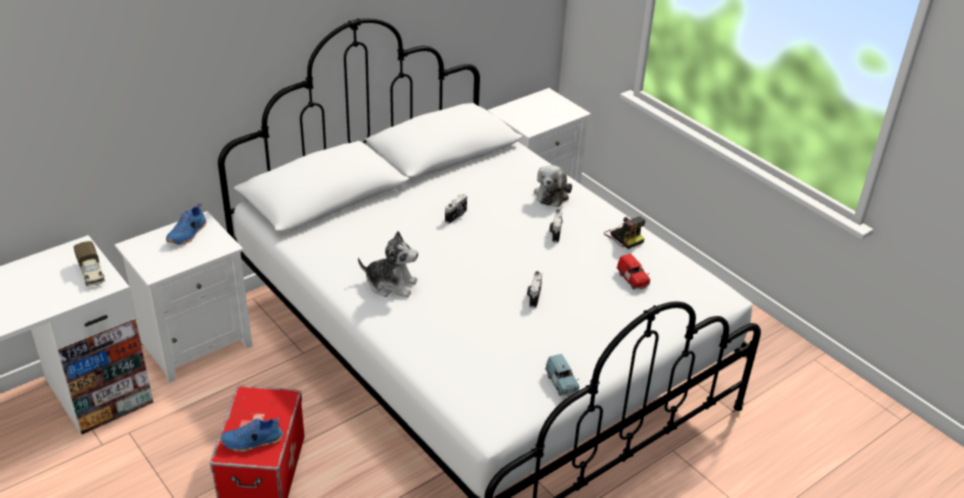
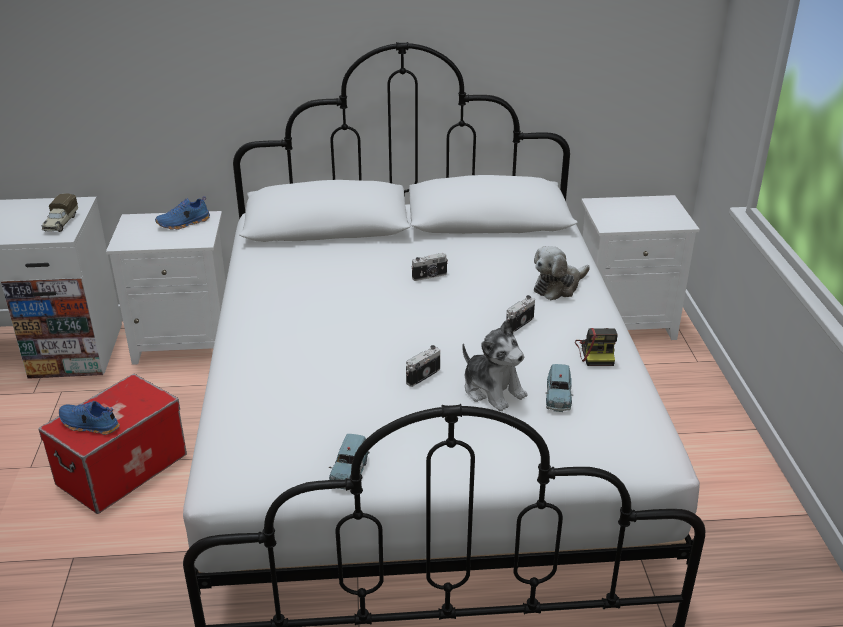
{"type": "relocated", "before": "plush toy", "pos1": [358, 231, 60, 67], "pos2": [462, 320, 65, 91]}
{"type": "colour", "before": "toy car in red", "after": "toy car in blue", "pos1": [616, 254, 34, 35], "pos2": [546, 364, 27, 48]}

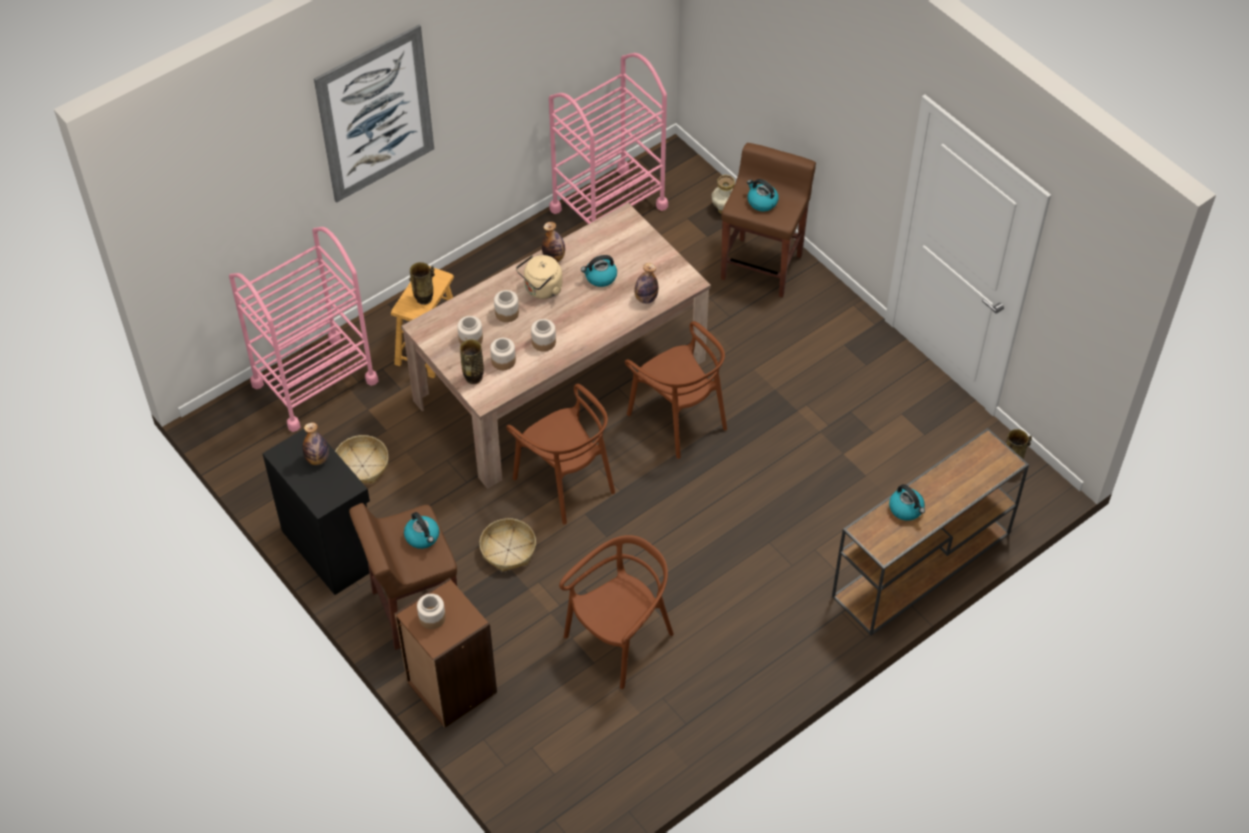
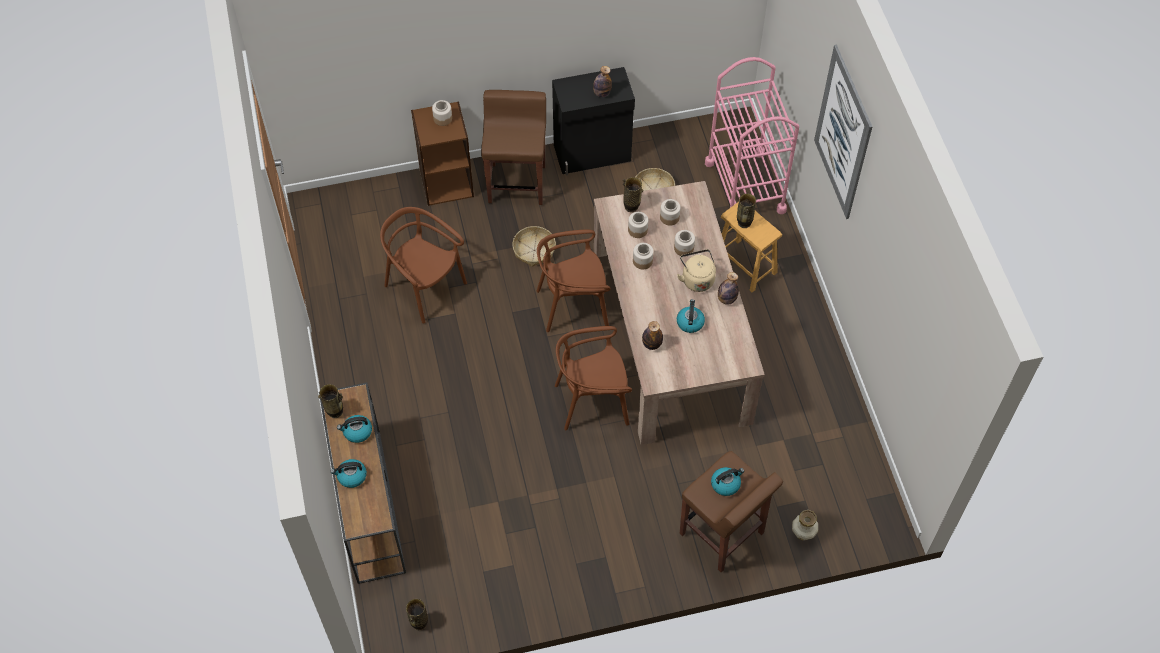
{"type": "appeared", "after": "vase", "pos2": [318, 384, 25, 34]}
{"type": "relocated", "before": "kettle", "pos1": [404, 512, 35, 37], "pos2": [331, 459, 36, 29]}
{"type": "spun", "before": "chair in brown", "pos1": [559, 535, 115, 154], "pos2": [380, 207, 87, 117], "turn": 150}
{"type": "missing", "before": "cart in pink", "pos1": [549, 53, 119, 171]}

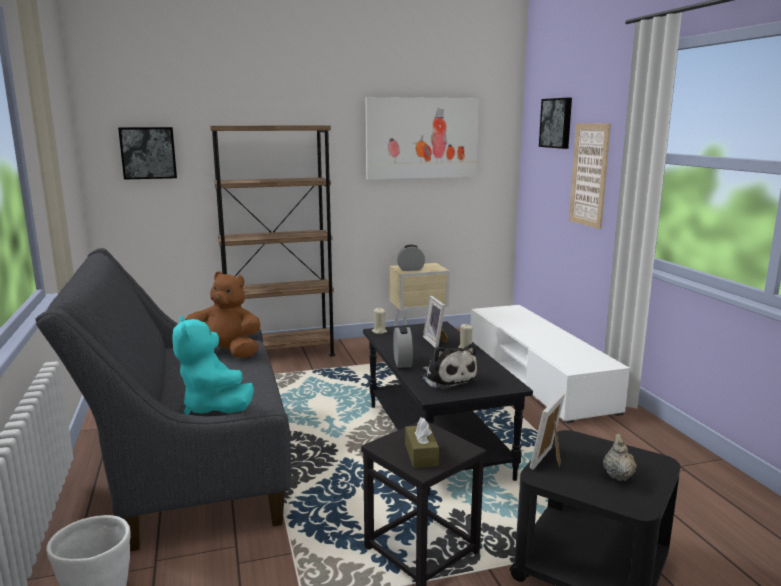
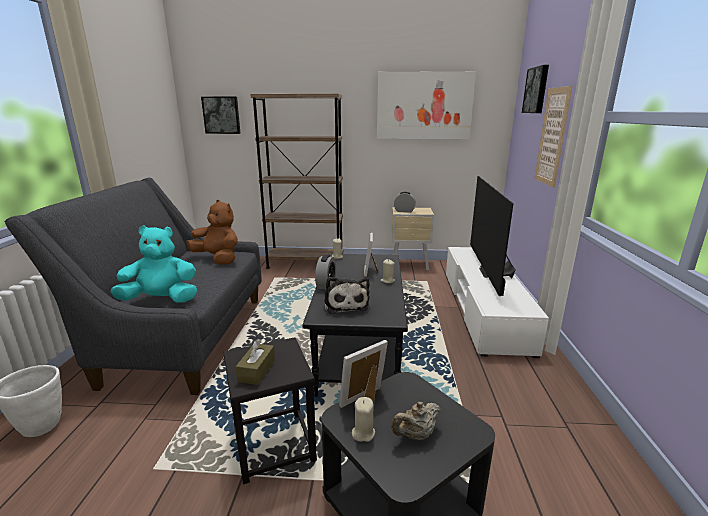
{"type": "spun", "before": "plush toy in turquoise", "pos1": [172, 316, 82, 99], "pos2": [110, 226, 87, 77], "turn": 90}
{"type": "appeared", "after": "candle in beige", "pos2": [352, 397, 23, 45]}
{"type": "spun", "before": "teapot in beige", "pos1": [603, 434, 34, 47], "pos2": [391, 402, 50, 38], "turn": -150}
{"type": "appeared", "after": "television", "pos2": [470, 176, 46, 120]}

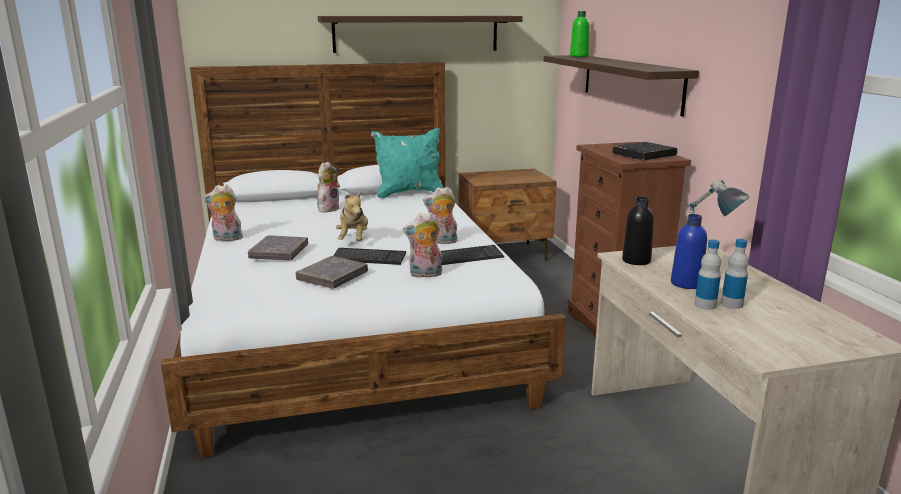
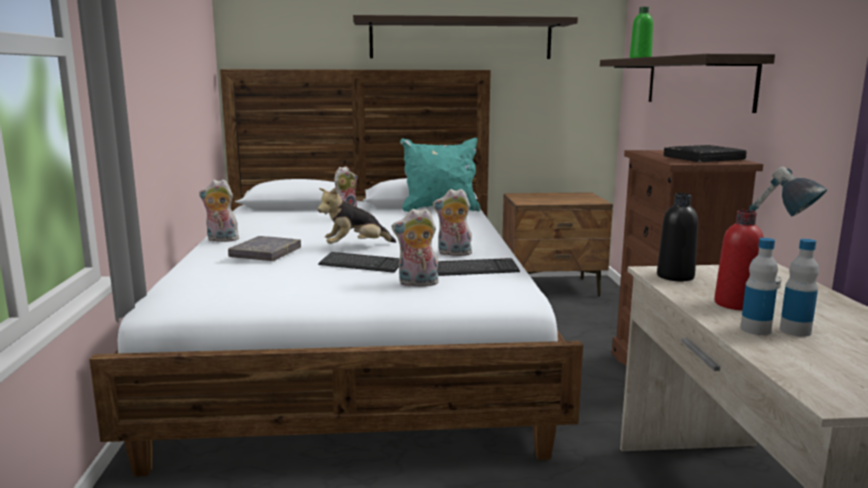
{"type": "spun", "before": "plush toy", "pos1": [336, 190, 32, 51], "pos2": [318, 188, 78, 56], "turn": 60}
{"type": "colour", "before": "bottle in blue", "after": "bottle in red", "pos1": [671, 214, 36, 75], "pos2": [714, 210, 50, 100]}
{"type": "missing", "before": "book in grey", "pos1": [296, 256, 72, 32]}

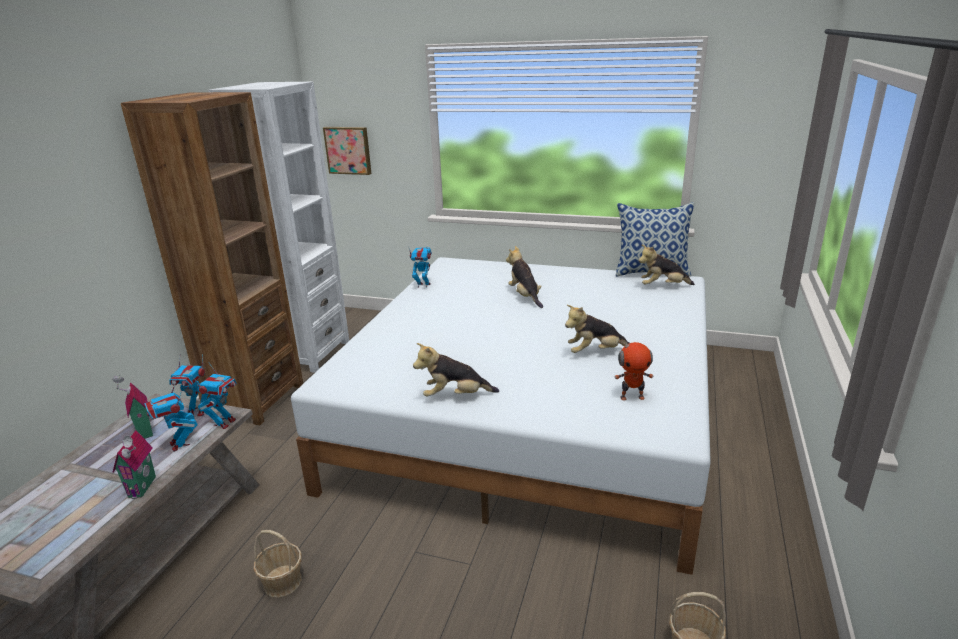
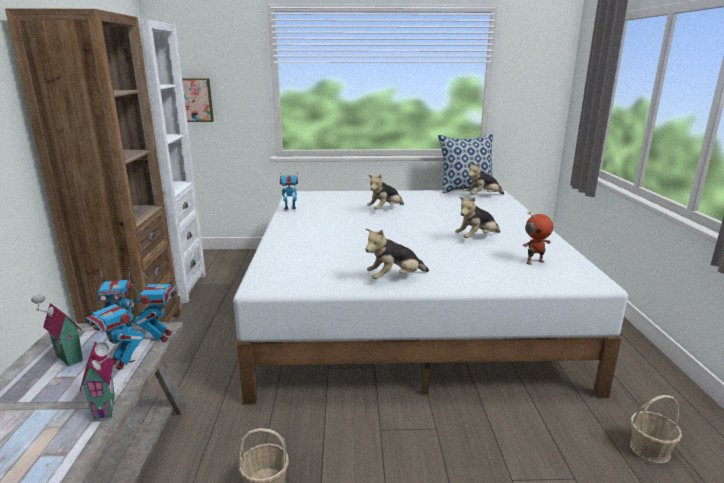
{"type": "spun", "before": "plush toy", "pos1": [506, 246, 37, 62], "pos2": [367, 174, 37, 36], "turn": -90}

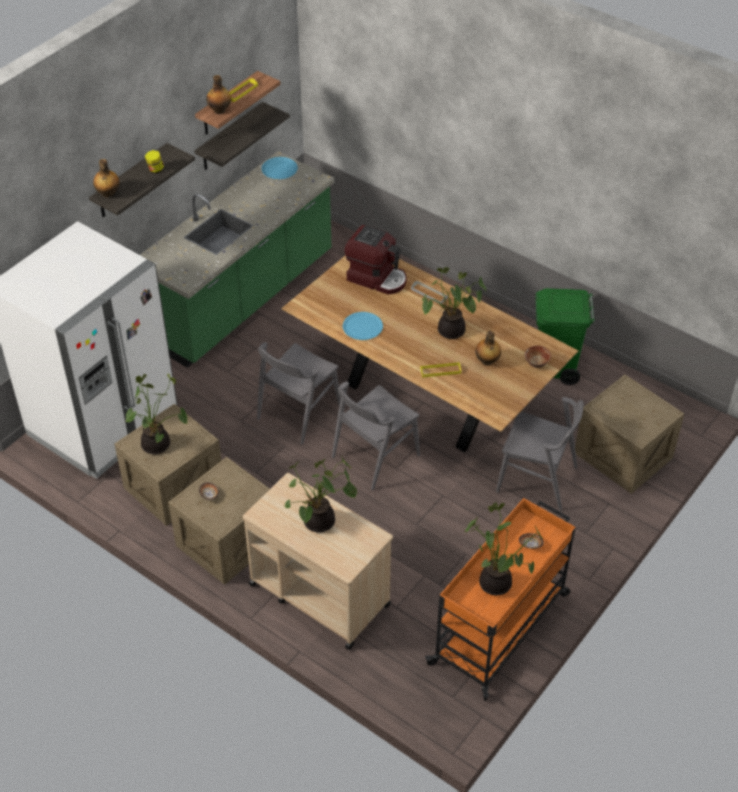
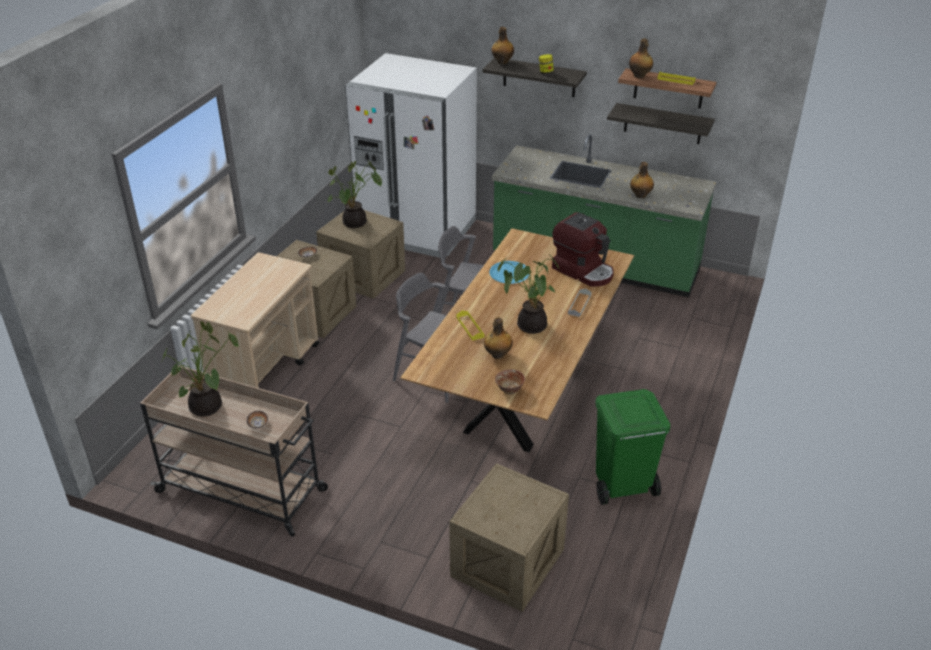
{"type": "colour", "before": "cart in orange", "after": "cart in beige", "pos1": [425, 498, 151, 203], "pos2": [140, 365, 188, 172]}
{"type": "spun", "before": "coffee machine", "pos1": [345, 225, 62, 69], "pos2": [552, 212, 62, 75], "turn": -60}
{"type": "appeared", "after": "bottle", "pos2": [630, 162, 24, 36]}
{"type": "missing", "before": "plate in blue", "pos1": [261, 157, 37, 22]}
{"type": "missing", "before": "potted plant", "pos1": [285, 458, 72, 74]}
{"type": "missing", "before": "chair in grey", "pos1": [496, 397, 87, 114]}

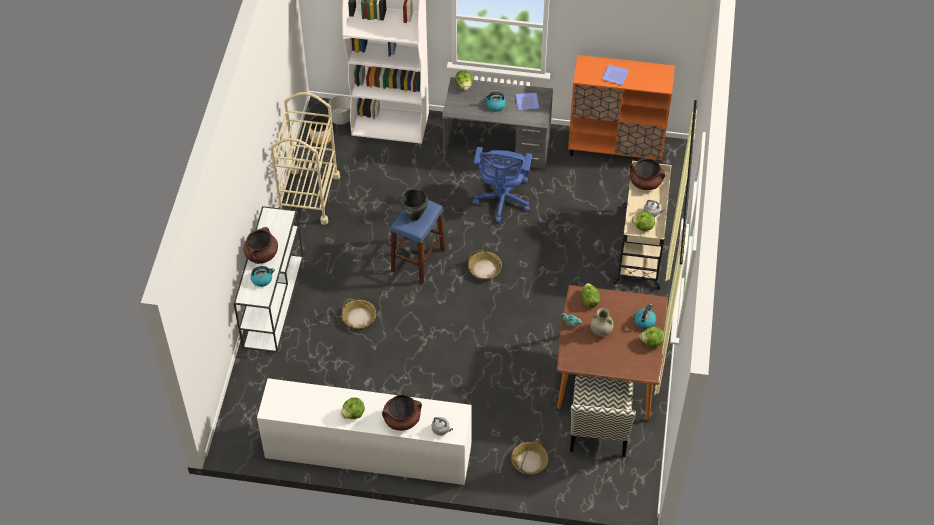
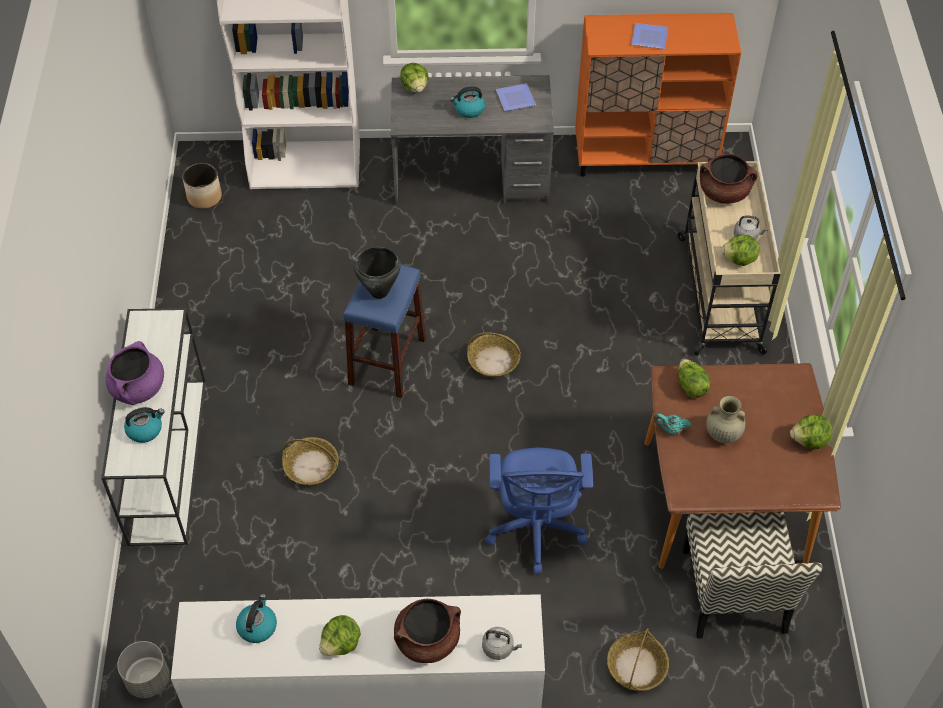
{"type": "colour", "before": "cooking pot in brown", "after": "cooking pot in purple", "pos1": [243, 227, 35, 37], "pos2": [105, 341, 59, 64]}
{"type": "relocated", "before": "planter in grey", "pos1": [329, 95, 22, 30], "pos2": [117, 641, 53, 57]}
{"type": "relocated", "before": "kettle", "pos1": [634, 304, 22, 25], "pos2": [236, 594, 41, 49]}
{"type": "relocated", "before": "office chair in blue", "pos1": [472, 147, 60, 76], "pos2": [486, 448, 107, 126]}
{"type": "missing", "before": "cart in beige", "pos1": [271, 92, 69, 133]}

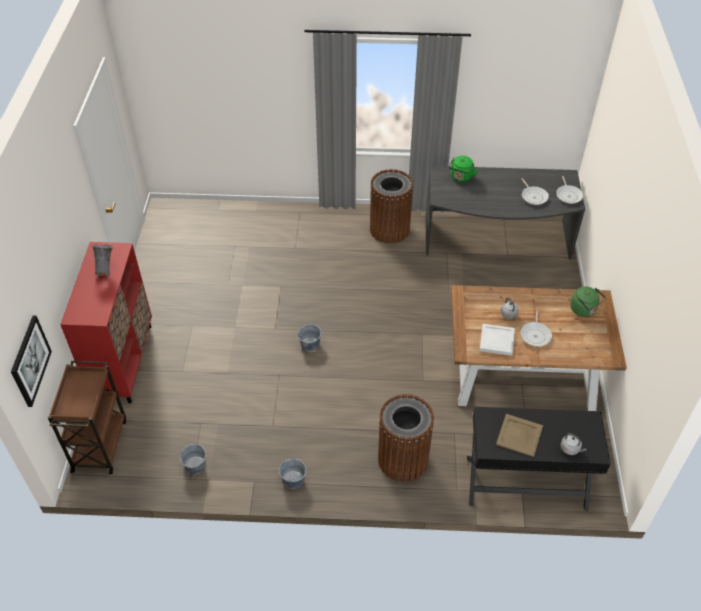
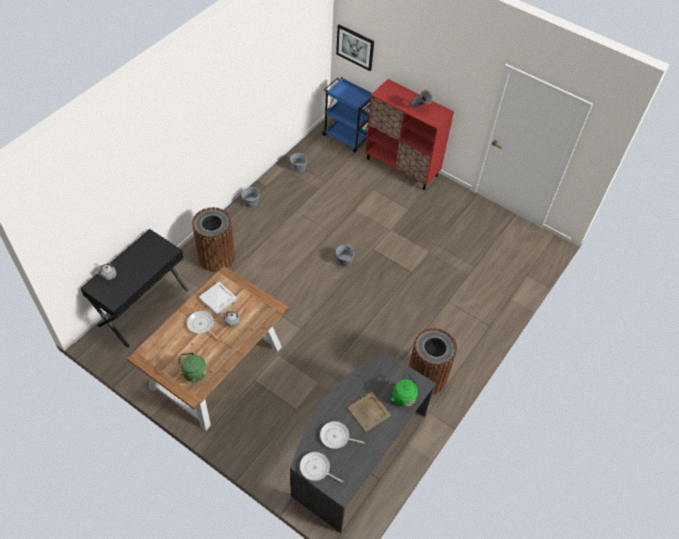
{"type": "colour", "before": "cart in brown", "after": "cart in blue", "pos1": [48, 361, 78, 114], "pos2": [322, 77, 50, 75]}
{"type": "relocated", "before": "tray in beige", "pos1": [496, 414, 47, 43], "pos2": [347, 391, 44, 41]}

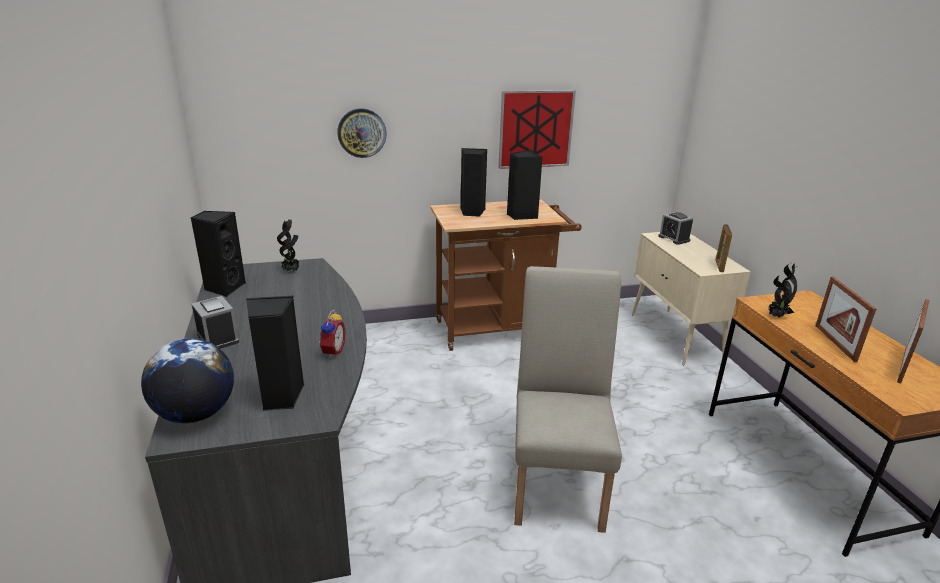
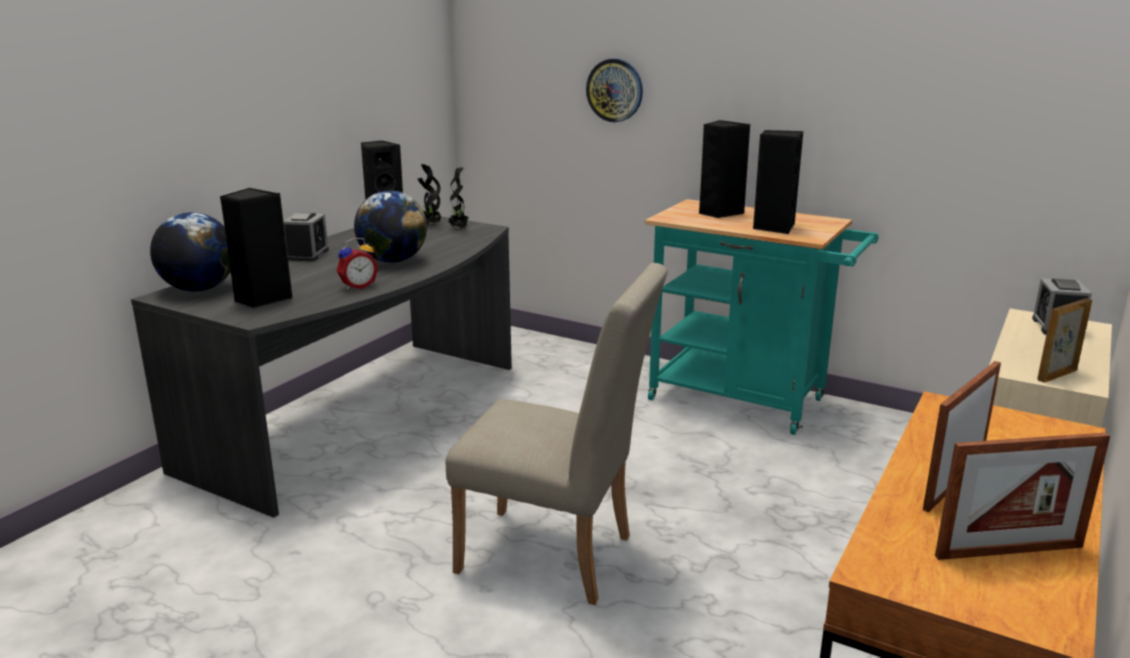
{"type": "appeared", "after": "globe", "pos2": [354, 191, 73, 72]}
{"type": "relocated", "before": "potted plant", "pos1": [768, 262, 29, 56], "pos2": [418, 164, 23, 61]}
{"type": "spun", "before": "chair in beige", "pos1": [514, 266, 108, 267], "pos2": [446, 263, 222, 342], "turn": 60}
{"type": "colour", "before": "cart in brown", "after": "cart in turquoise", "pos1": [430, 199, 152, 152], "pos2": [645, 199, 234, 236]}
{"type": "missing", "before": "picture", "pos1": [498, 90, 78, 79]}

